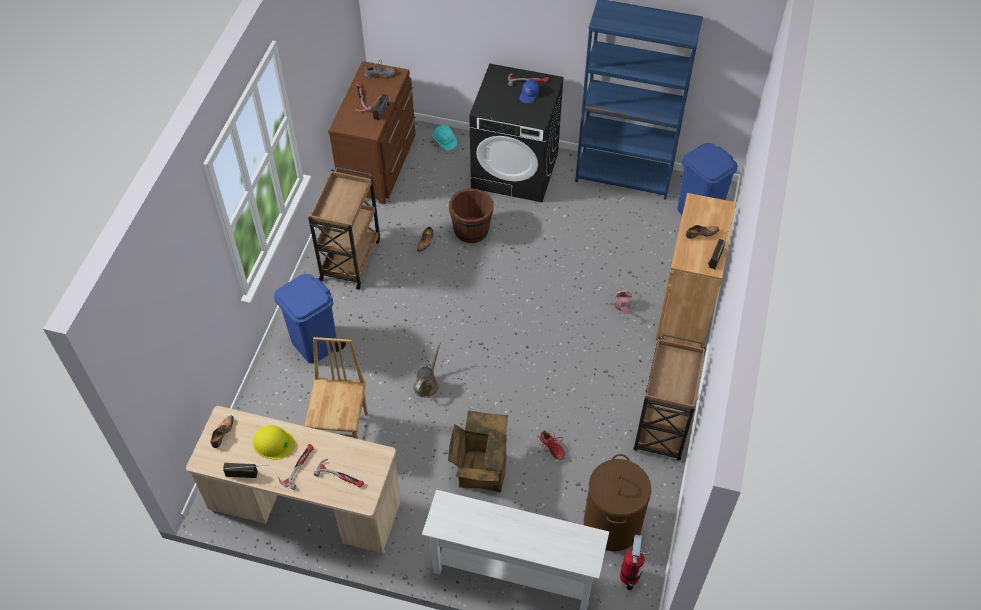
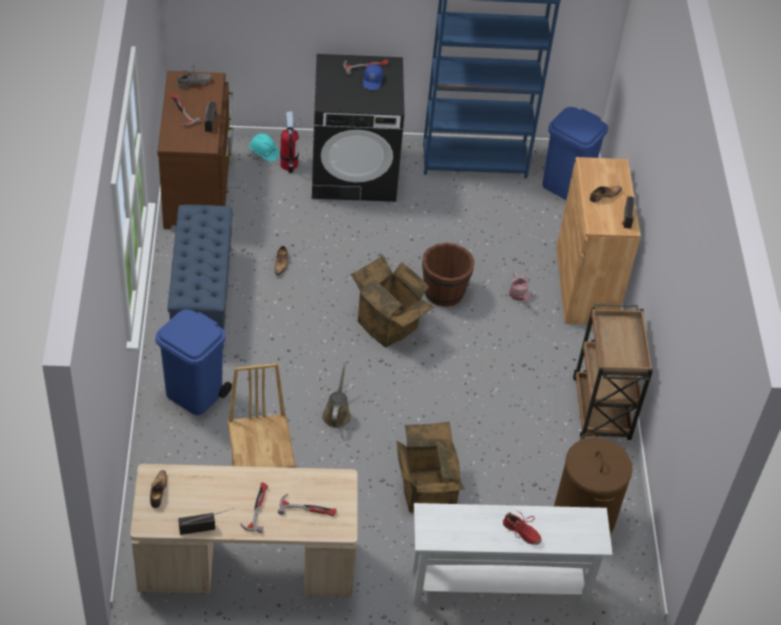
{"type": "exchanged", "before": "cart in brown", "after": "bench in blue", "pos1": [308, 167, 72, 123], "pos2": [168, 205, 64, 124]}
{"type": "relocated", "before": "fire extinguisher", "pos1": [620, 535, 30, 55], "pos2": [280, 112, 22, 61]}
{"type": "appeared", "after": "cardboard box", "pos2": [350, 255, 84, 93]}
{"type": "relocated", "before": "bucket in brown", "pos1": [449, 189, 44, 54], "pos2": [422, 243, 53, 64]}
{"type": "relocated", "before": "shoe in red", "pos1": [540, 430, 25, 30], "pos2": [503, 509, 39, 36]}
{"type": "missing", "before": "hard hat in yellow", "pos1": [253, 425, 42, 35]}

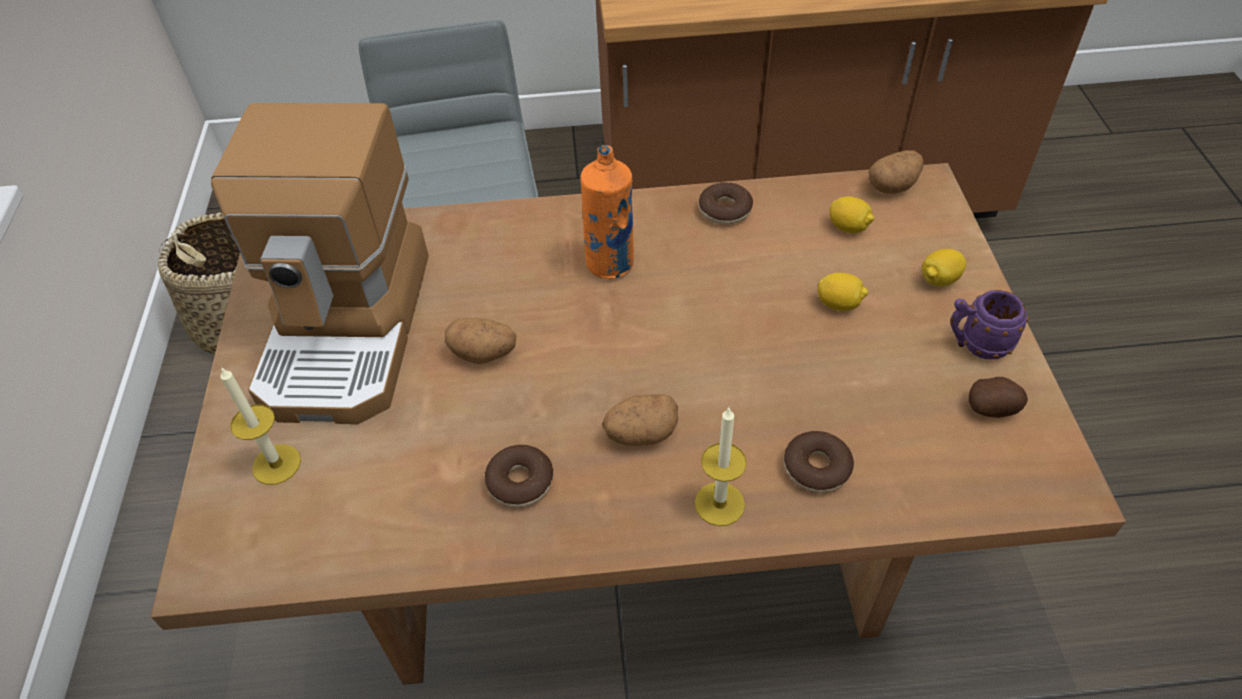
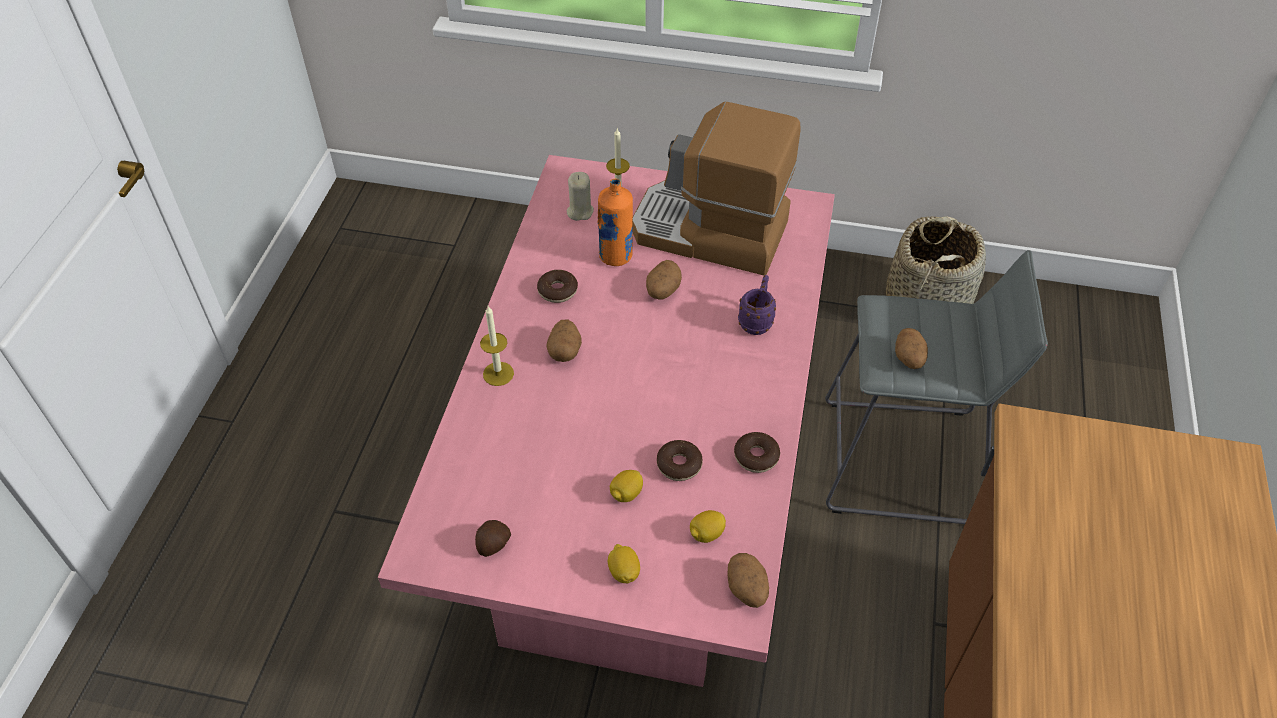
{"type": "colour", "before": "dining table in brown", "after": "dining table in pink", "pos1": [151, 163, 975, 522], "pos2": [378, 155, 457, 532]}
{"type": "appeared", "after": "candle in beige", "pos2": [567, 172, 27, 49]}
{"type": "relocated", "before": "bottle in orange", "pos1": [580, 145, 54, 134], "pos2": [597, 178, 36, 88]}
{"type": "relocated", "before": "donut", "pos1": [784, 431, 70, 62], "pos2": [657, 440, 46, 41]}
{"type": "relocated", "before": "mug in purple", "pos1": [950, 290, 79, 69], "pos2": [738, 275, 38, 60]}
{"type": "appeared", "after": "potato", "pos2": [895, 328, 33, 41]}

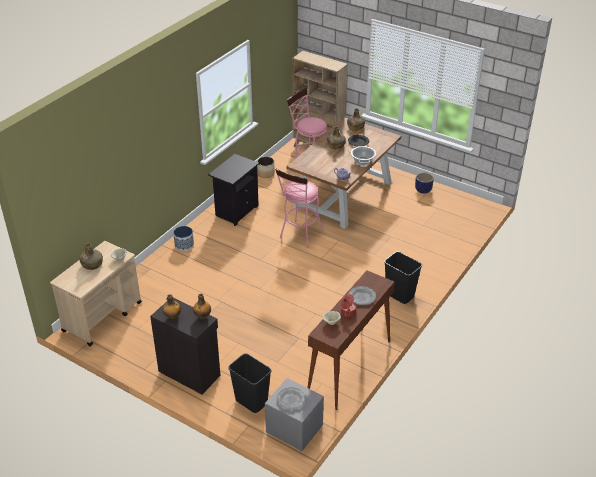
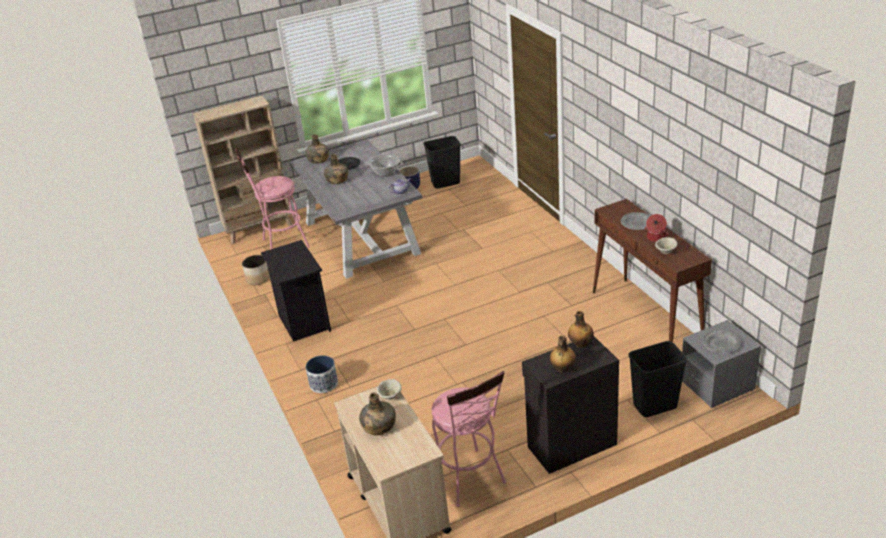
{"type": "colour", "before": "dining table in brown", "after": "dining table in grey", "pos1": [286, 117, 115, 112], "pos2": [289, 140, 134, 139]}
{"type": "relocated", "before": "trash can in black", "pos1": [384, 251, 38, 53], "pos2": [423, 136, 38, 52]}
{"type": "relocated", "before": "stool in pink", "pos1": [275, 169, 48, 79], "pos2": [432, 371, 74, 136]}

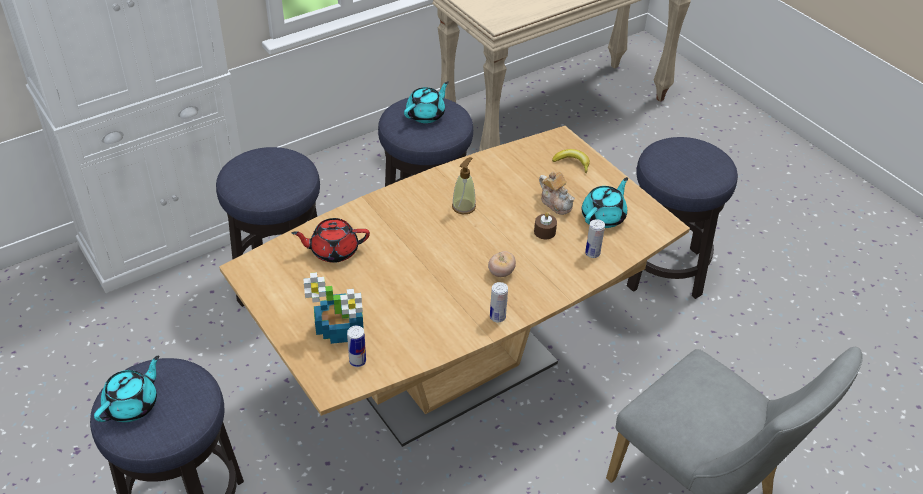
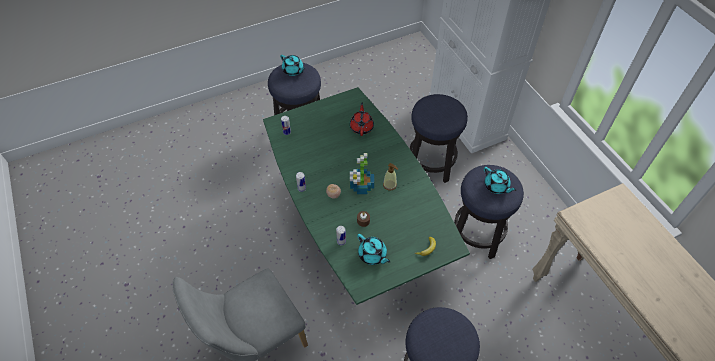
{"type": "colour", "before": "dining table in brown", "after": "dining table in green", "pos1": [219, 126, 471, 321], "pos2": [263, 87, 207, 218]}
{"type": "relocated", "before": "potted plant", "pos1": [303, 272, 61, 72], "pos2": [350, 153, 24, 41]}
{"type": "missing", "before": "teapot", "pos1": [539, 171, 36, 44]}

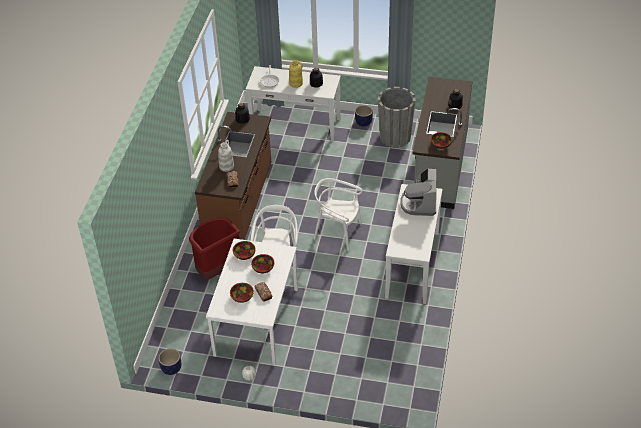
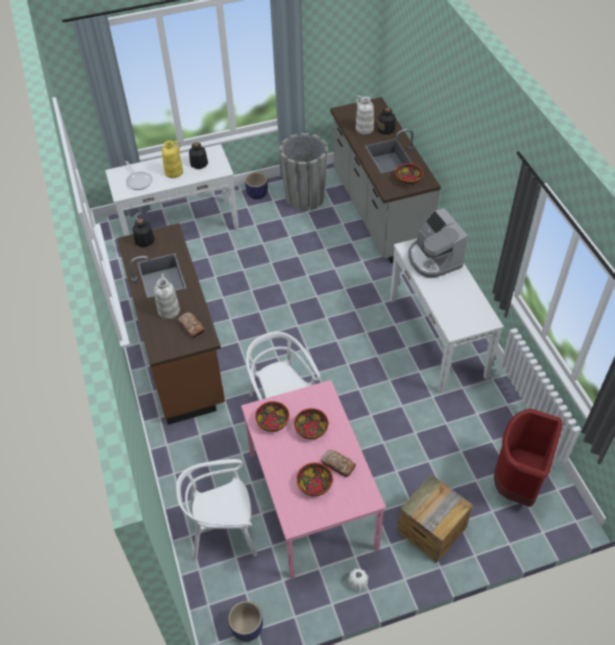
{"type": "relocated", "before": "chair in white", "pos1": [313, 178, 49, 73], "pos2": [176, 459, 81, 102]}
{"type": "colour", "before": "dining table in white", "after": "dining table in pink", "pos1": [206, 239, 92, 127], "pos2": [241, 380, 145, 198]}
{"type": "appeared", "after": "vase in white", "pos2": [356, 96, 18, 38]}
{"type": "appeared", "after": "crate", "pos2": [397, 474, 76, 89]}
{"type": "relocated", "before": "trash can in red", "pos1": [189, 218, 51, 62], "pos2": [494, 409, 68, 98]}

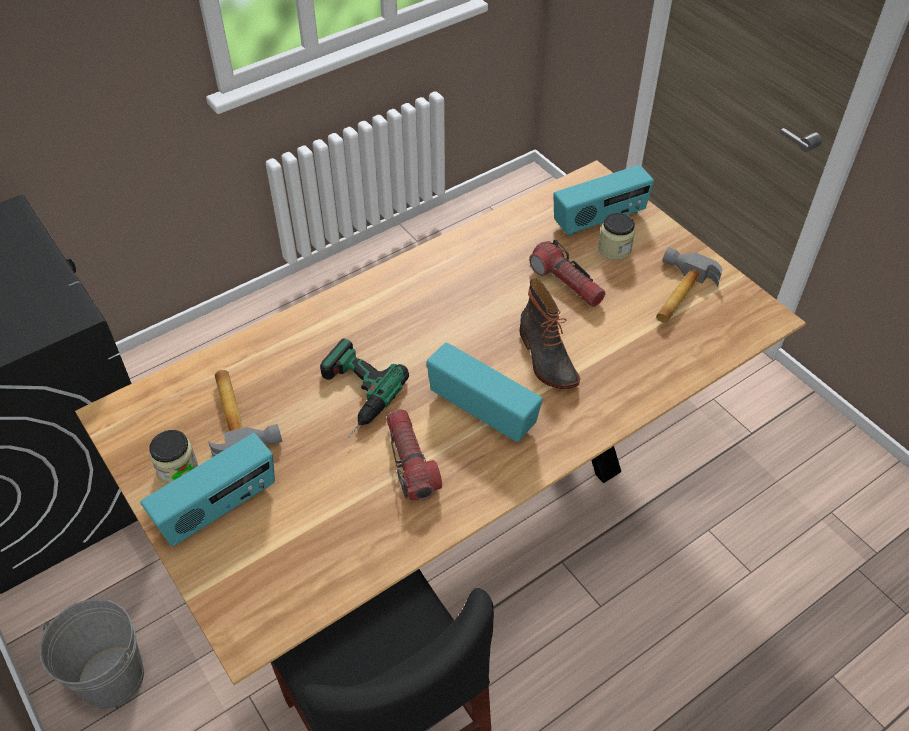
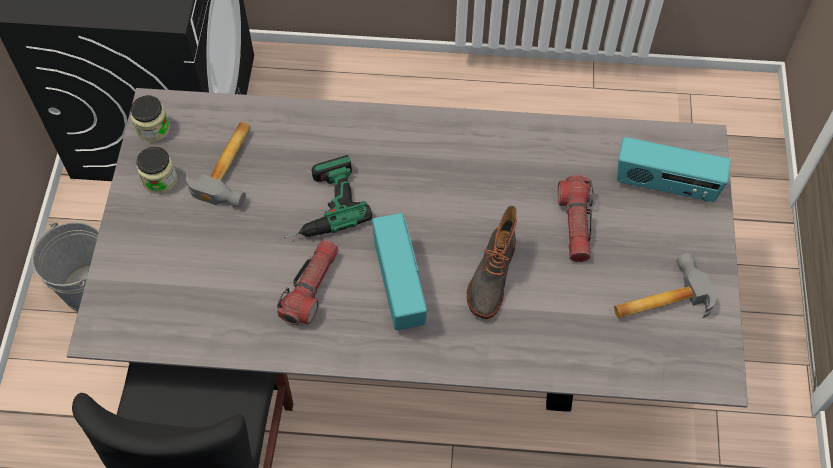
{"type": "colour", "before": "dining table in brown", "after": "dining table in grey", "pos1": [75, 160, 731, 525], "pos2": [67, 88, 681, 324]}
{"type": "relocated", "before": "jar", "pos1": [598, 213, 37, 47], "pos2": [131, 95, 39, 47]}
{"type": "missing", "before": "radio", "pos1": [140, 433, 135, 113]}

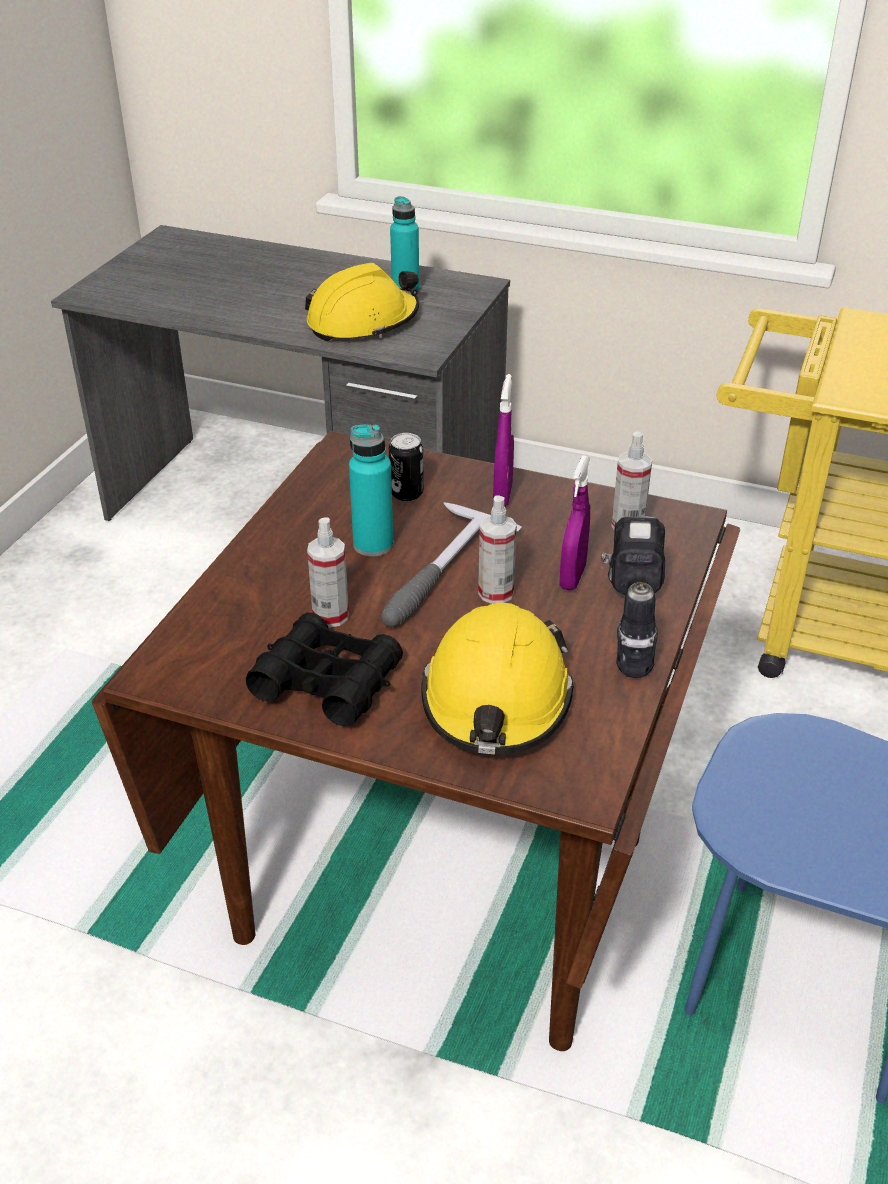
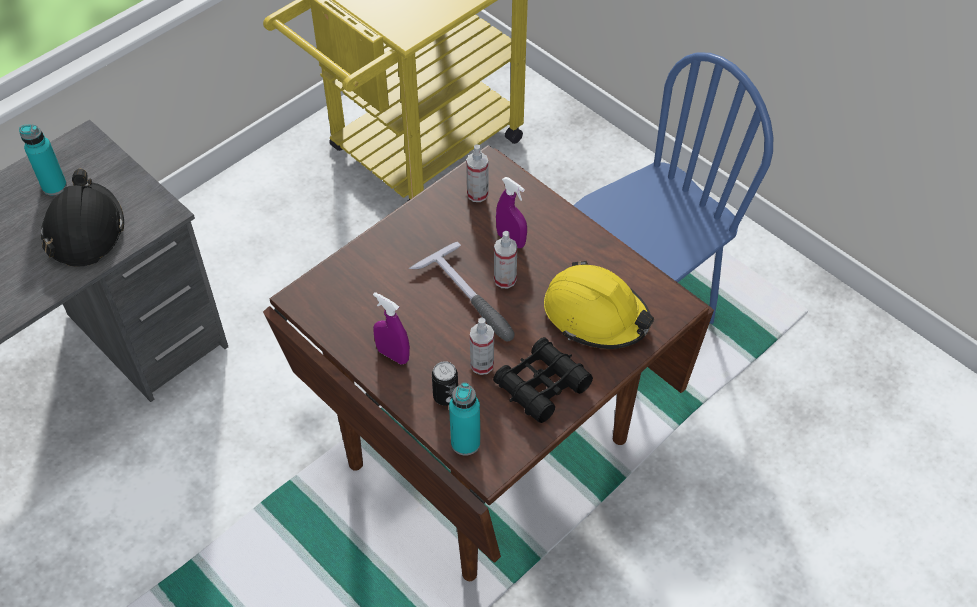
{"type": "colour", "before": "hard hat in yellow", "after": "hard hat in black", "pos1": [305, 263, 114, 78], "pos2": [41, 169, 83, 98]}
{"type": "relocated", "before": "spray bottle in purple", "pos1": [493, 374, 21, 132], "pos2": [373, 292, 37, 72]}
{"type": "relocated", "before": "can", "pos1": [389, 433, 35, 68], "pos2": [432, 361, 26, 45]}
{"type": "relocated", "before": "bottle in turquoise", "pos1": [349, 424, 44, 133], "pos2": [449, 382, 31, 74]}
{"type": "missing", "before": "power drill", "pos1": [601, 516, 64, 162]}

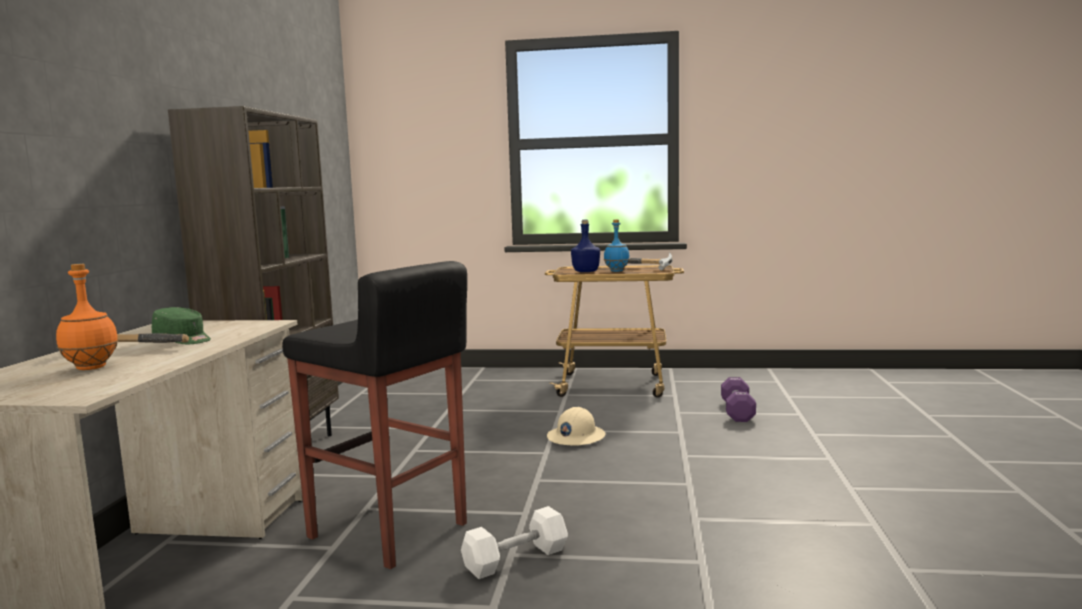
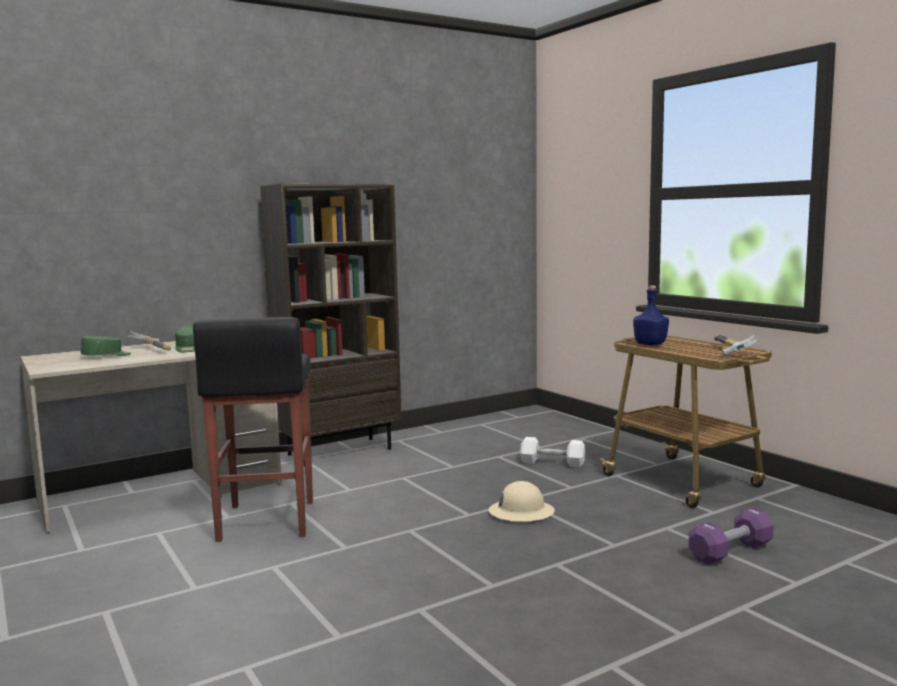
{"type": "exchanged", "before": "bottle in orange", "after": "cap in green", "pos1": [56, 264, 63, 106], "pos2": [81, 336, 50, 20]}
{"type": "relocated", "before": "dumbbell in white", "pos1": [461, 506, 107, 73], "pos2": [520, 437, 65, 30]}
{"type": "missing", "before": "bottle in blue", "pos1": [604, 220, 26, 52]}

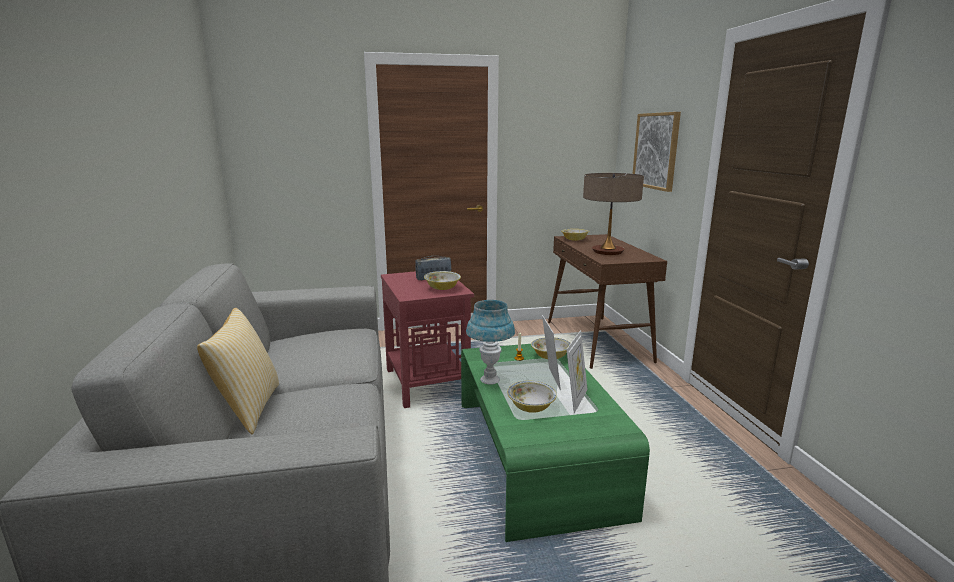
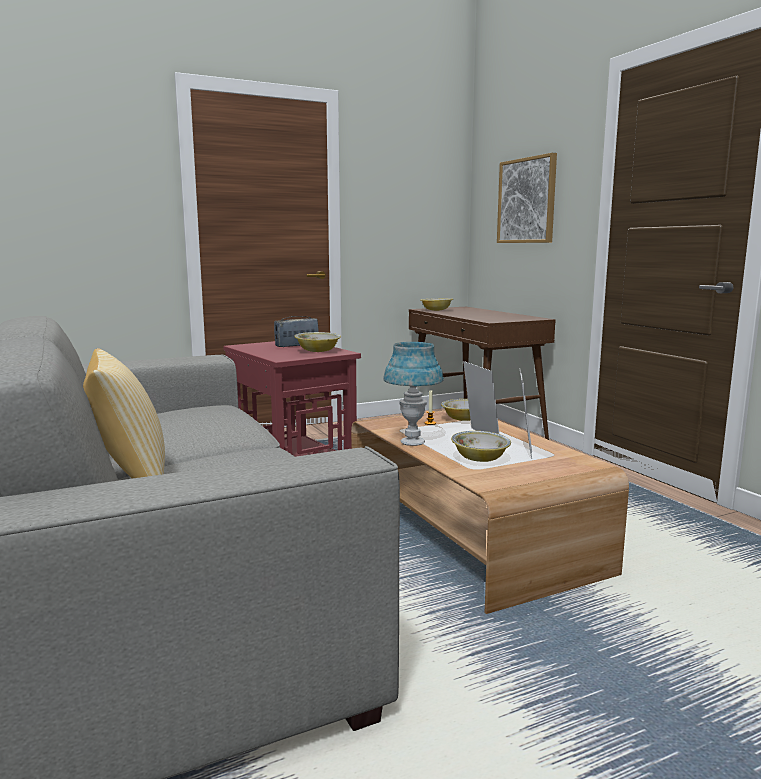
{"type": "colour", "before": "coffee table in green", "after": "coffee table in brown", "pos1": [461, 344, 189, 198], "pos2": [351, 410, 278, 204]}
{"type": "missing", "before": "table lamp", "pos1": [583, 173, 61, 82]}

